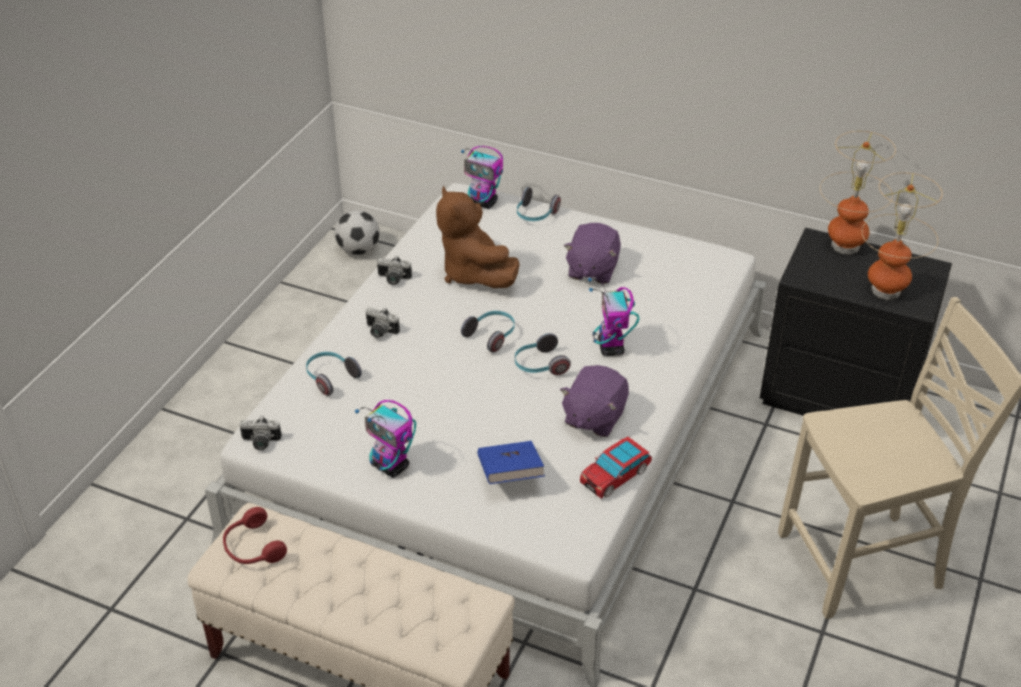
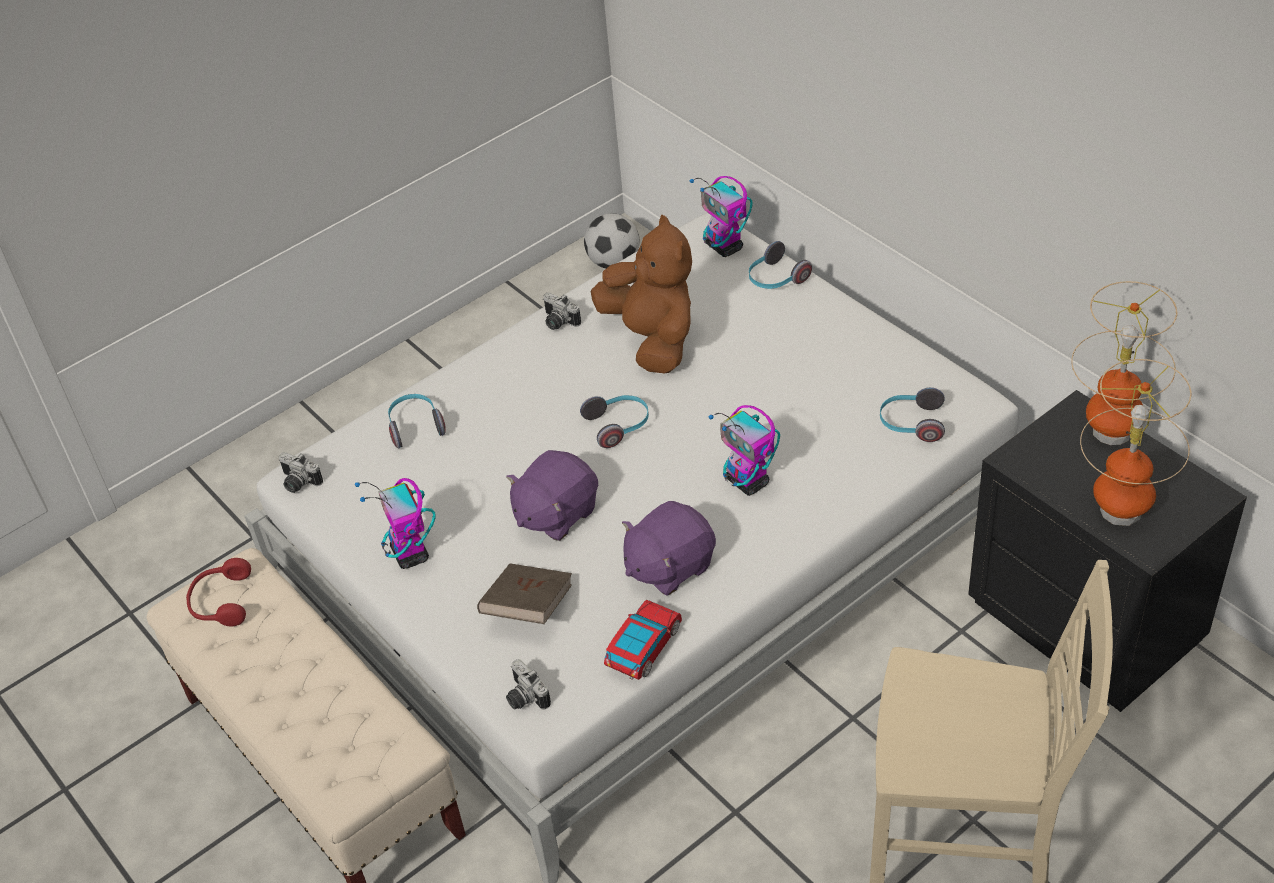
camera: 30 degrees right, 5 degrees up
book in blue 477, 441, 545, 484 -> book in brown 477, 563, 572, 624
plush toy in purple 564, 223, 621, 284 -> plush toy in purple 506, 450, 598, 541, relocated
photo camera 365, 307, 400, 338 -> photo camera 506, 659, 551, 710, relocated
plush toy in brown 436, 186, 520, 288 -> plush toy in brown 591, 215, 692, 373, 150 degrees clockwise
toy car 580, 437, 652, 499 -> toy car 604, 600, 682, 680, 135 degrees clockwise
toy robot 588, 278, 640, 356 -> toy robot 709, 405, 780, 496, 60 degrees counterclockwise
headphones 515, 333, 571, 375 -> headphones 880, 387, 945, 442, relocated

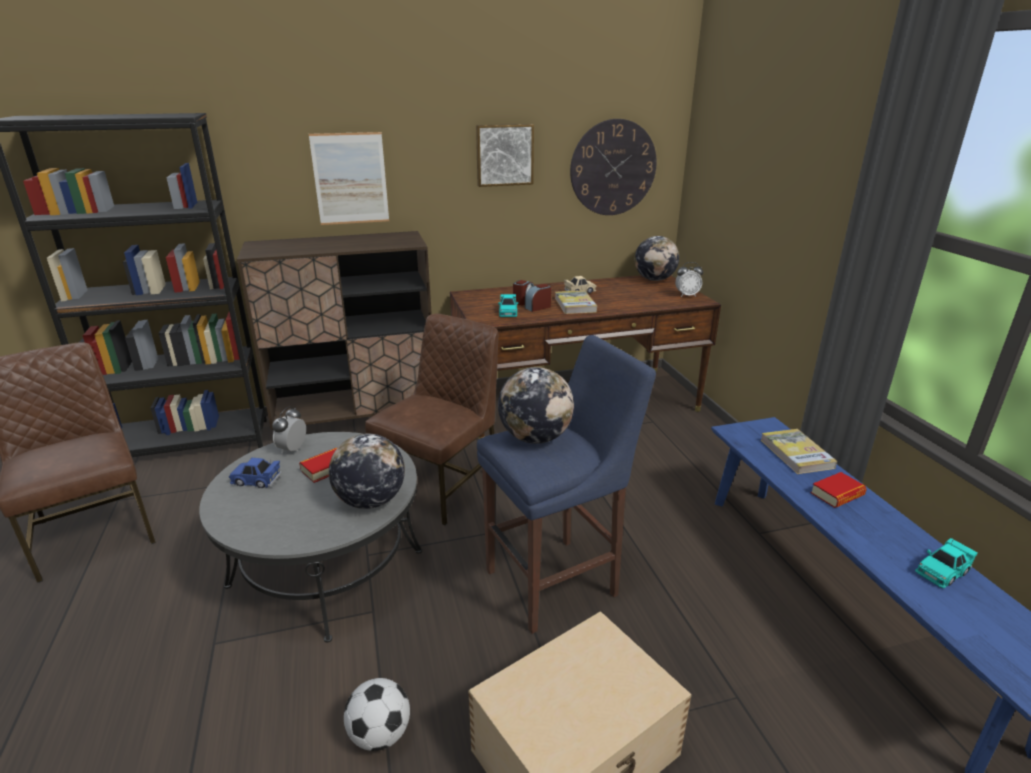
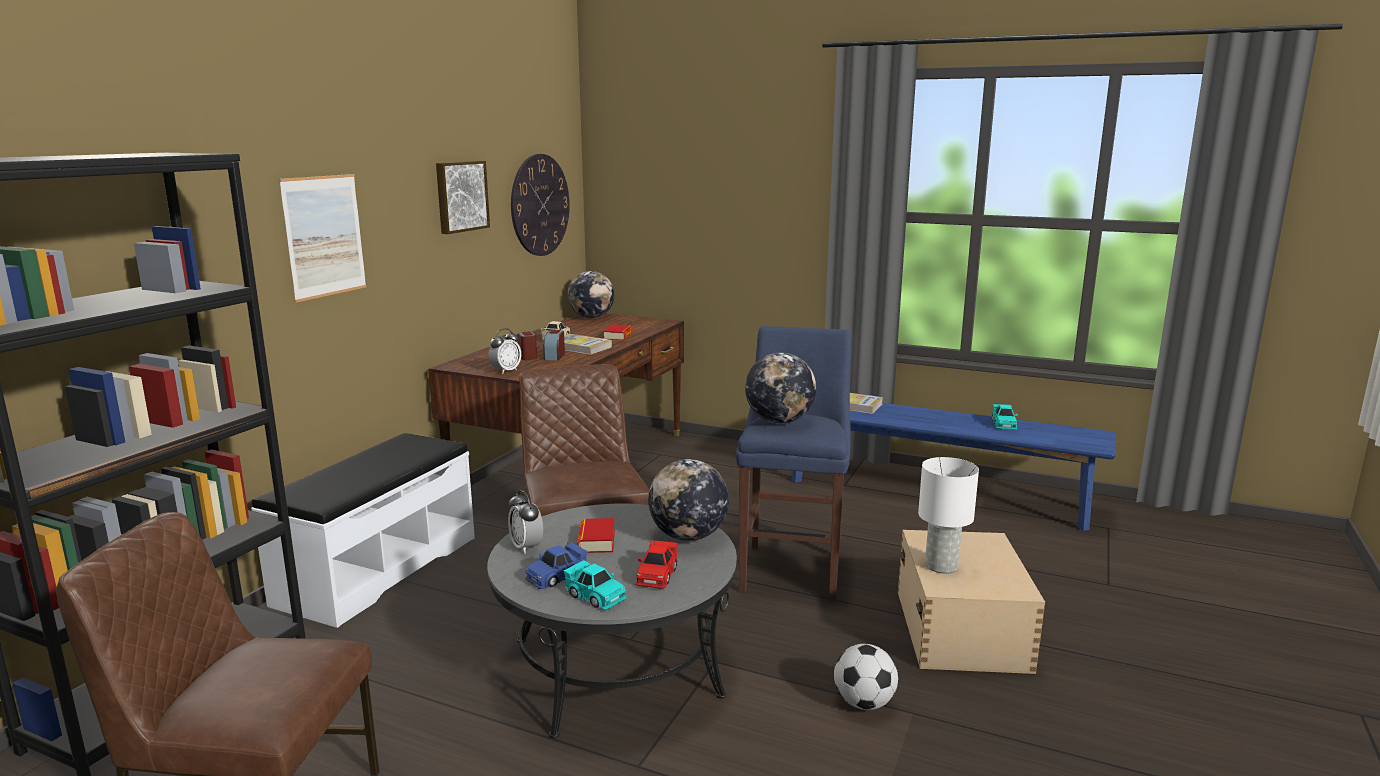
camera: 50 degrees left, 10 degrees down
cabinet in brown 237, 231, 432, 429 -> bench in white 251, 433, 475, 628
alarm clock 675, 262, 703, 297 -> alarm clock 488, 328, 521, 374, relocated
toy car in turquoise 498, 293, 518, 317 -> toy car in turquoise 564, 560, 627, 610, relocated
book 811, 472, 867, 508 -> book 603, 325, 633, 341, relocated
none -> toy car in red 635, 540, 677, 589
none -> table lamp in white 918, 457, 979, 574

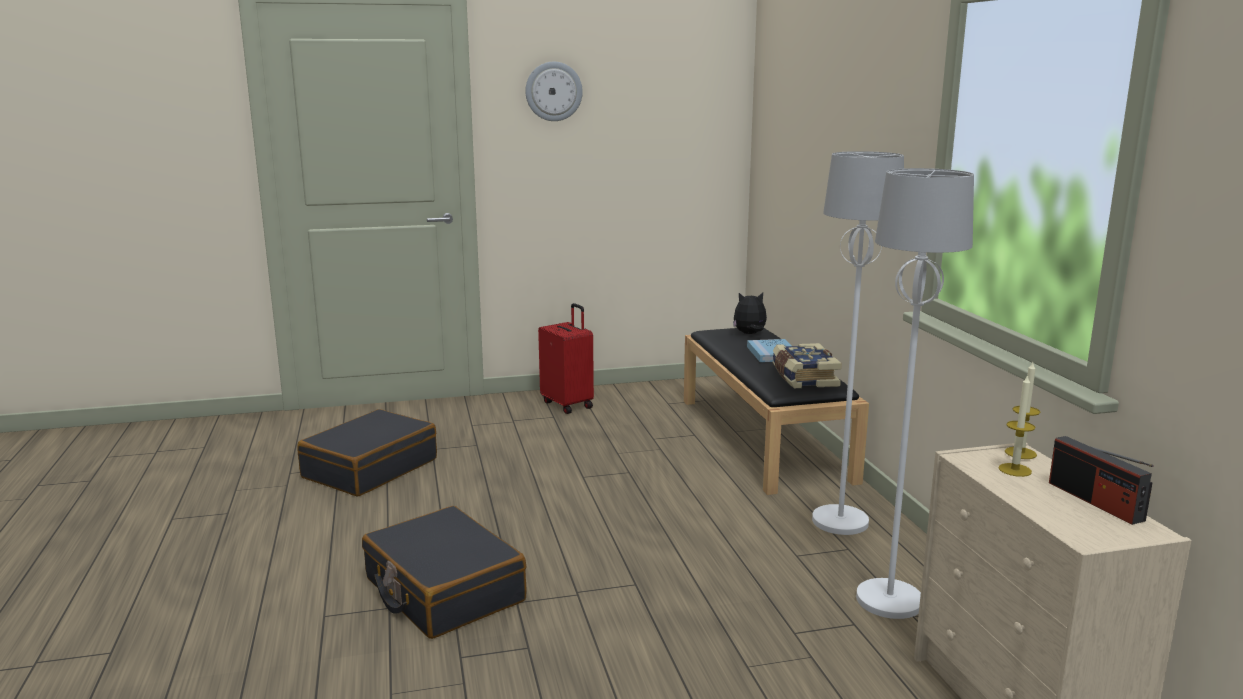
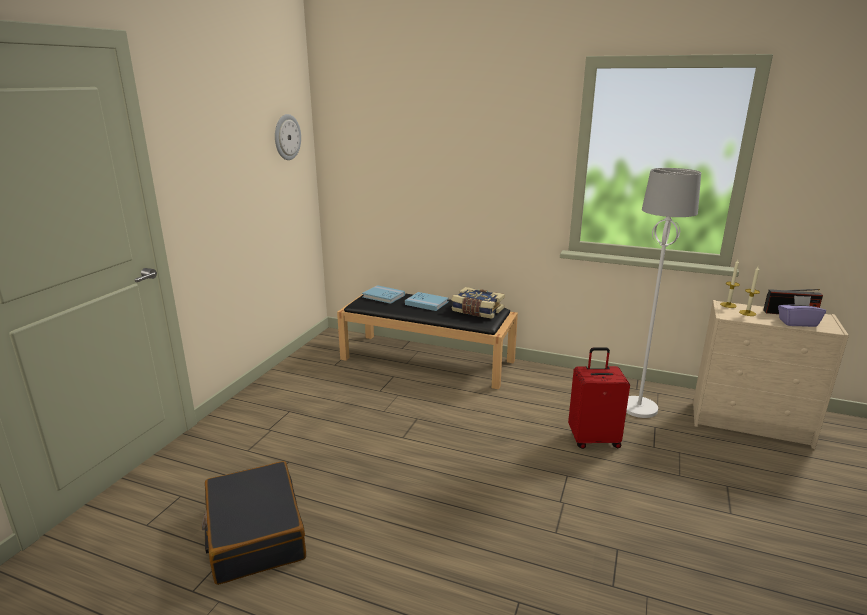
camera: 55 degrees left, 5 degrees up
wall clock 525, 62, 583, 121 -> wall clock 275, 114, 301, 160, relocated
plush toy 733, 293, 767, 334 -> book in blue 362, 285, 405, 304
suitcase in red 538, 303, 594, 414 -> suitcase in red 568, 347, 630, 449, relocated
none -> tissue box in purple 778, 296, 826, 327
suitcase in black 362, 506, 527, 639 -> none
floor lamp in white 812, 151, 904, 535 -> none

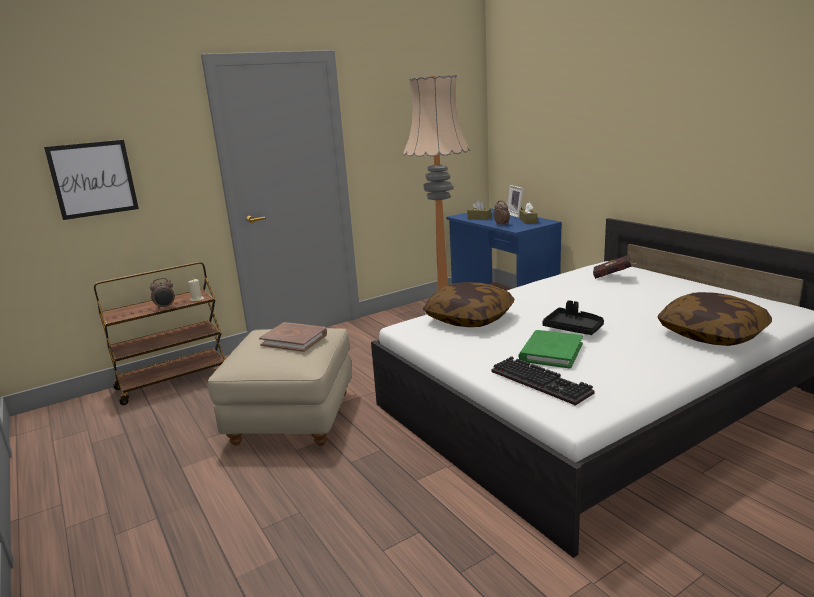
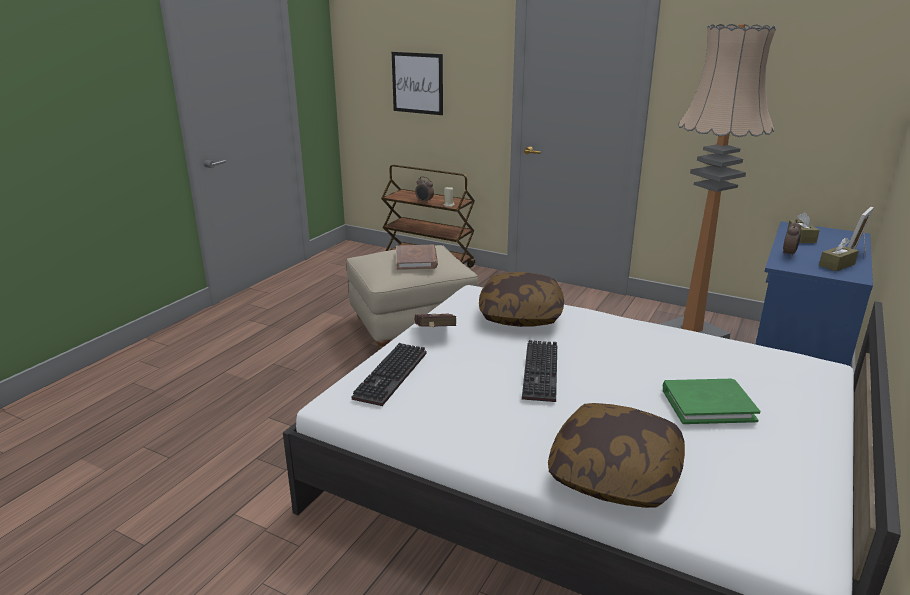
camera: 60 degrees right, 5 degrees up
book in red 593, 255, 639, 279 -> book in red 415, 314, 456, 327, relocated
tray in black 542, 300, 604, 335 -> keyboard 522, 340, 557, 402
book in green 518, 330, 583, 369 -> book in green 663, 379, 760, 424, relocated

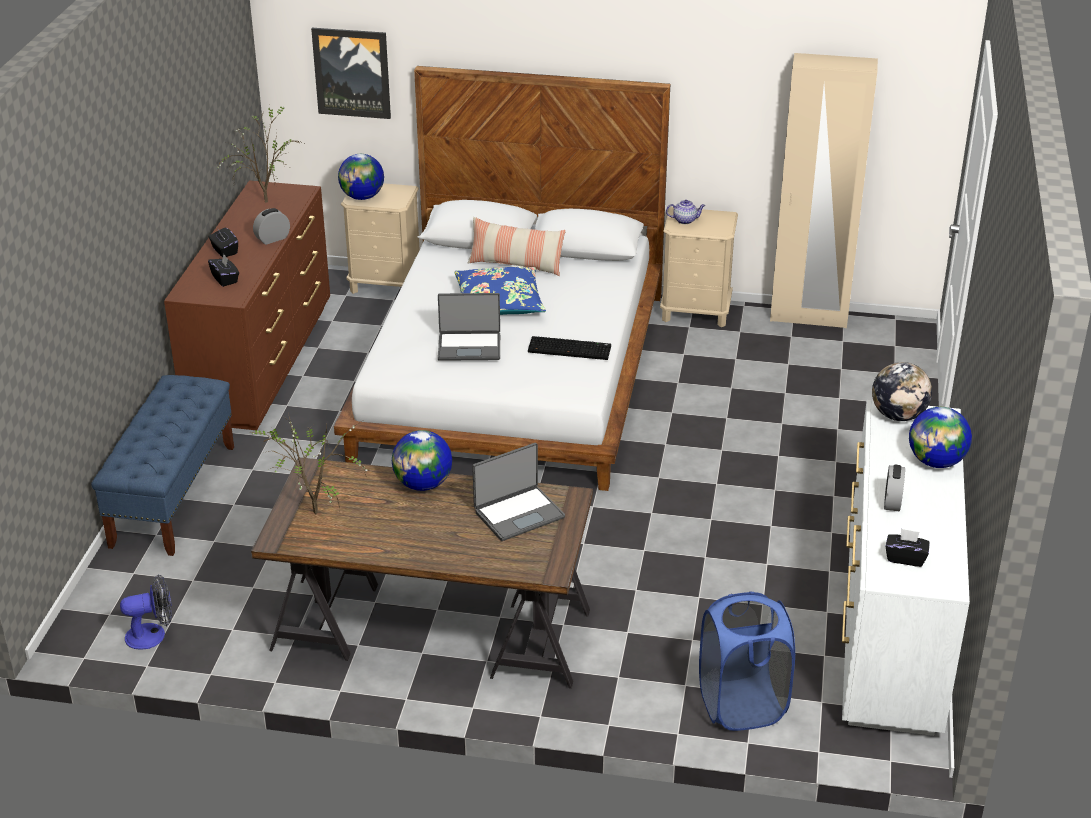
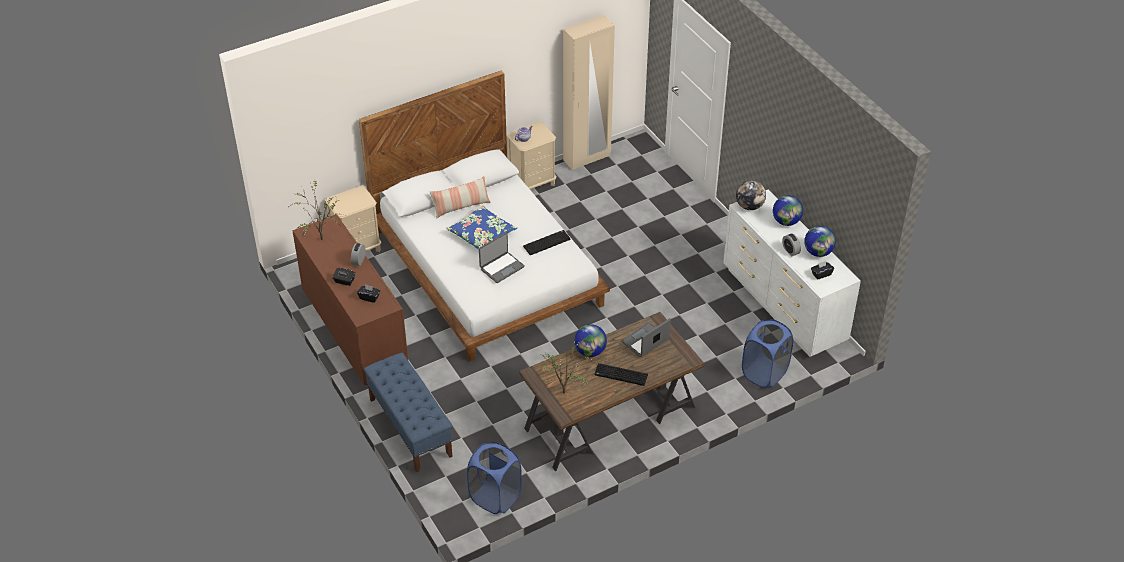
camera: 40 degrees left, 10 degrees up
fan 120, 574, 172, 650 -> laundry basket in blue 467, 442, 522, 514
none -> keyboard 594, 363, 648, 386
laptop 472, 443, 565, 541 -> laptop 622, 318, 671, 357, 150 degrees counterclockwise
globe 338, 154, 384, 200 -> globe 804, 226, 836, 257, relocated
picture 311, 28, 391, 119 -> none

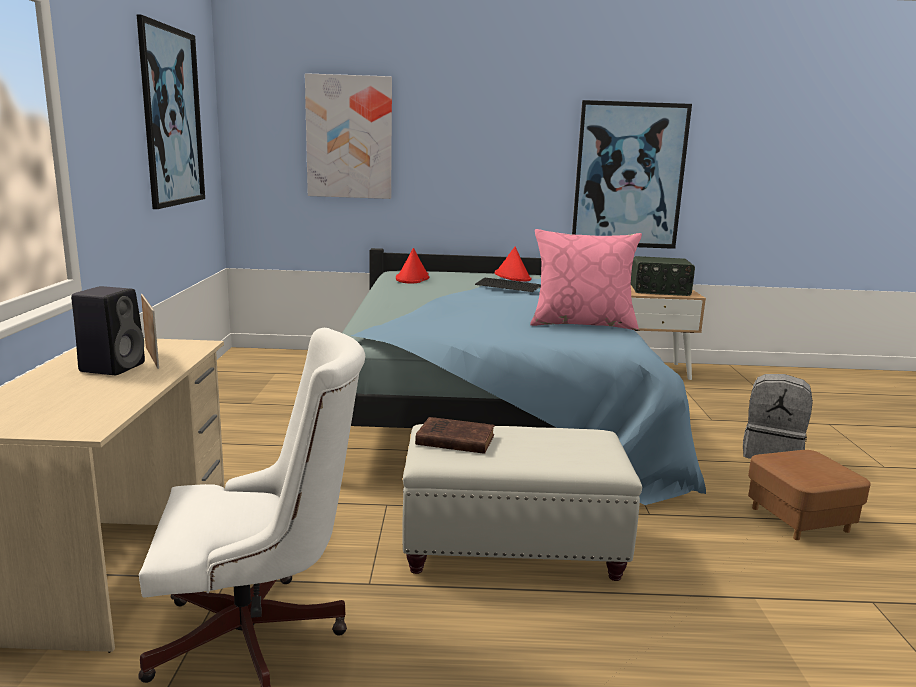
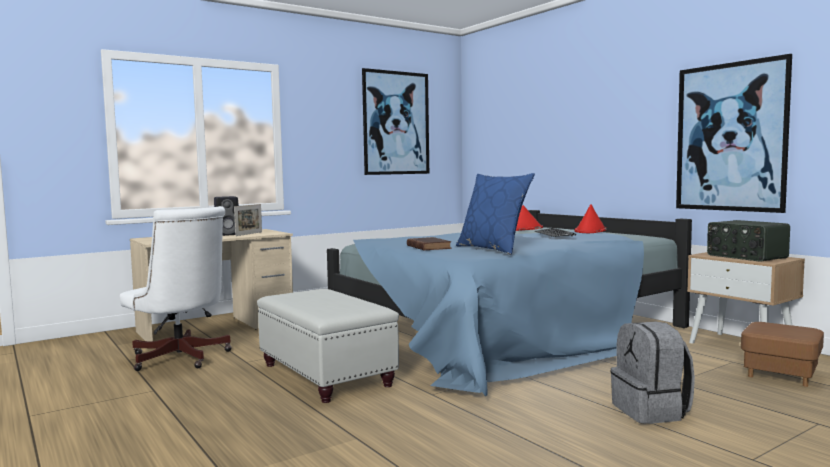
camera: 55 degrees right, 10 degrees down
book in brown 415, 417, 495, 454 -> book in brown 407, 237, 451, 251, relocated
pillow in pink 530, 229, 642, 331 -> pillow in blue 456, 173, 535, 255
ottoman in brown 748, 450, 870, 540 -> ottoman in brown 741, 322, 824, 387, relocated
picture 305, 73, 392, 199 -> none

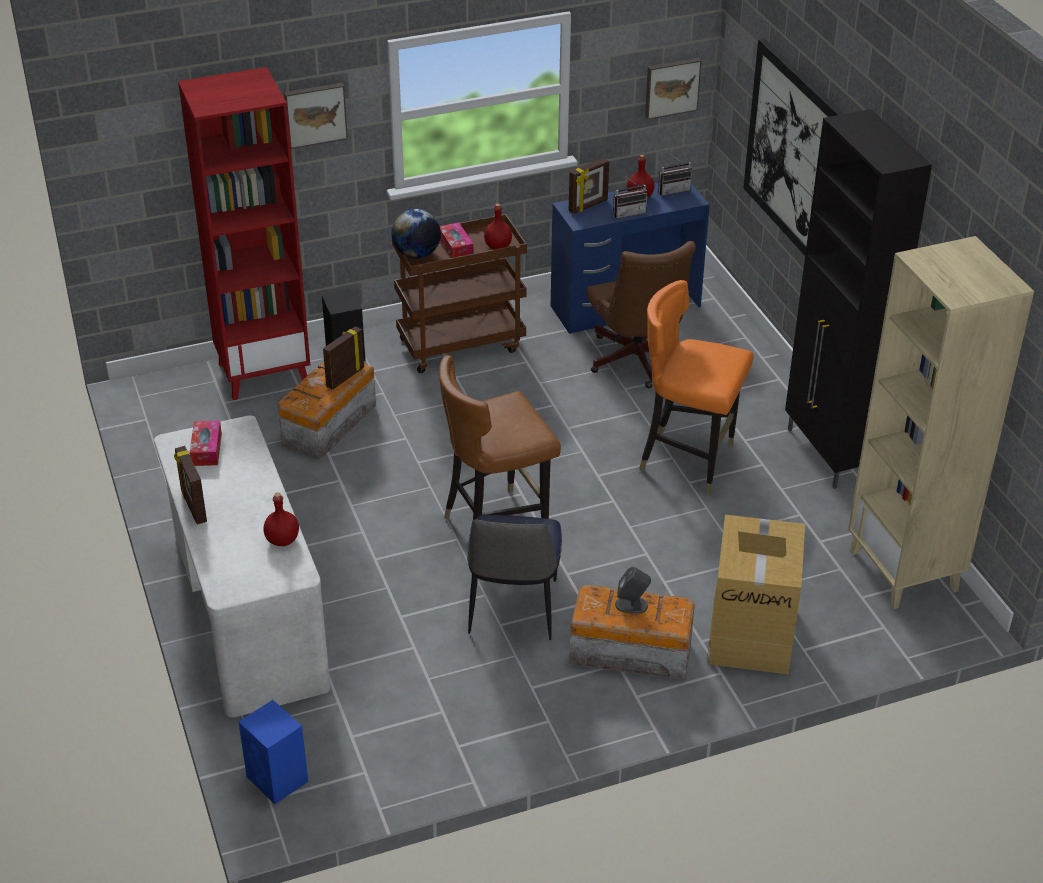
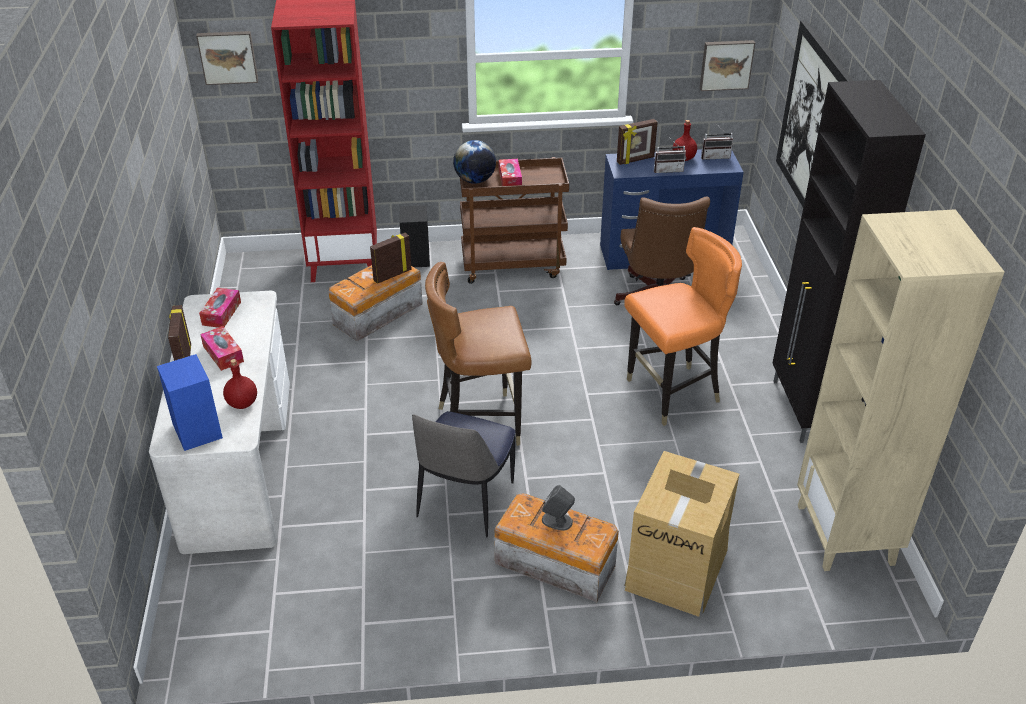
camera: 15 degrees right, 0 degrees up
speaker in blue 238, 700, 308, 804 -> speaker in blue 157, 354, 223, 451, relocated
picture 284, 83, 348, 149 -> picture 196, 31, 258, 85, relocated
none -> tissue box 200, 326, 244, 371
chair in orange 639, 280, 754, 494 -> chair in orange 624, 227, 742, 426, 120 degrees clockwise
bottle in red 484, 204, 512, 249 -> none

